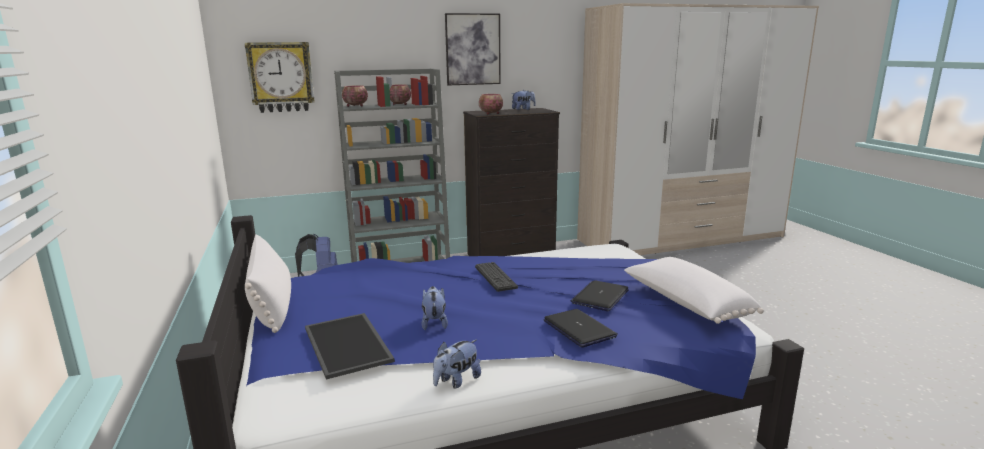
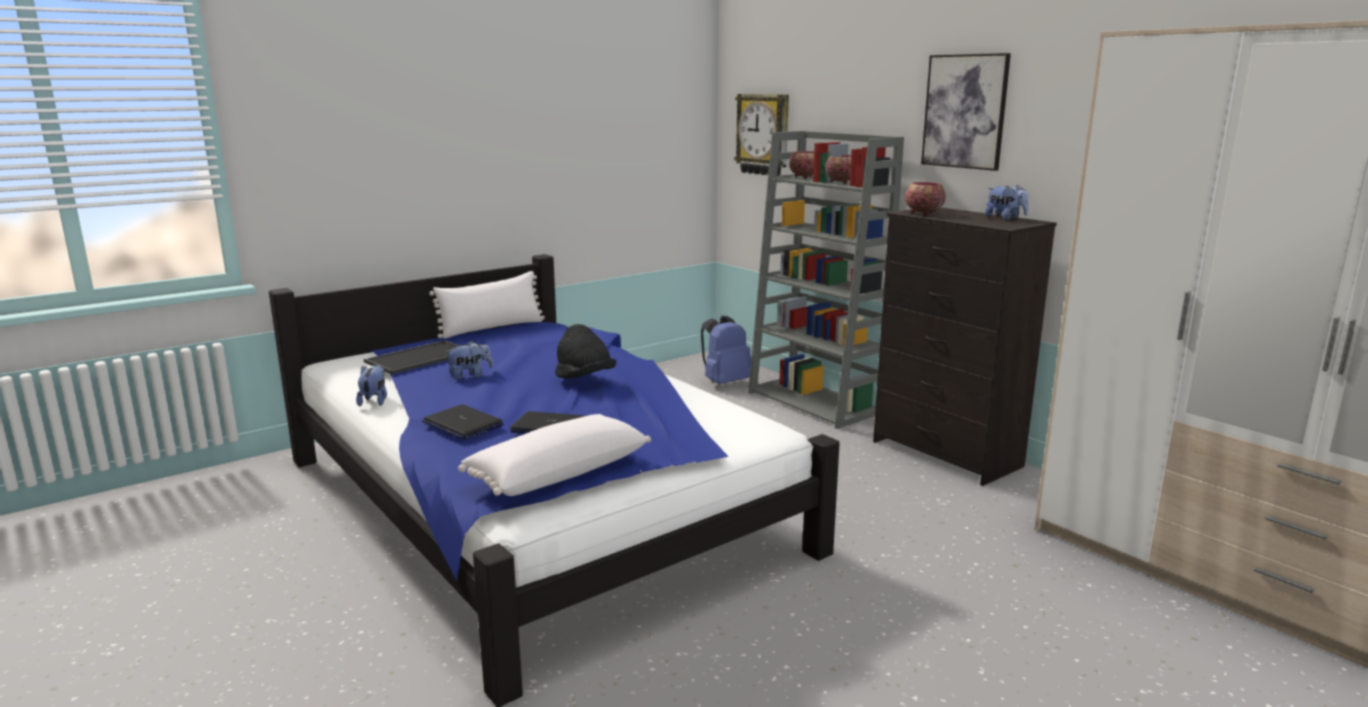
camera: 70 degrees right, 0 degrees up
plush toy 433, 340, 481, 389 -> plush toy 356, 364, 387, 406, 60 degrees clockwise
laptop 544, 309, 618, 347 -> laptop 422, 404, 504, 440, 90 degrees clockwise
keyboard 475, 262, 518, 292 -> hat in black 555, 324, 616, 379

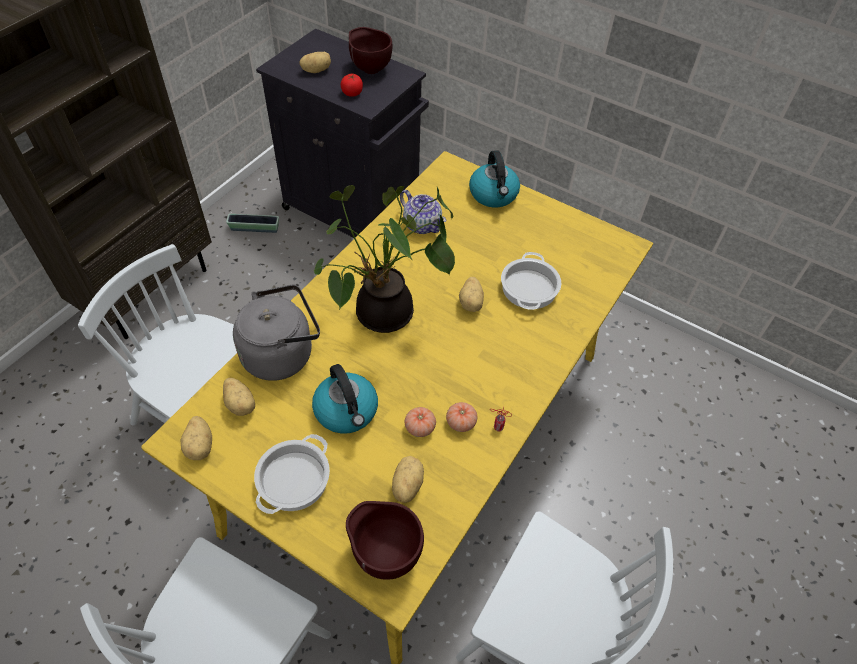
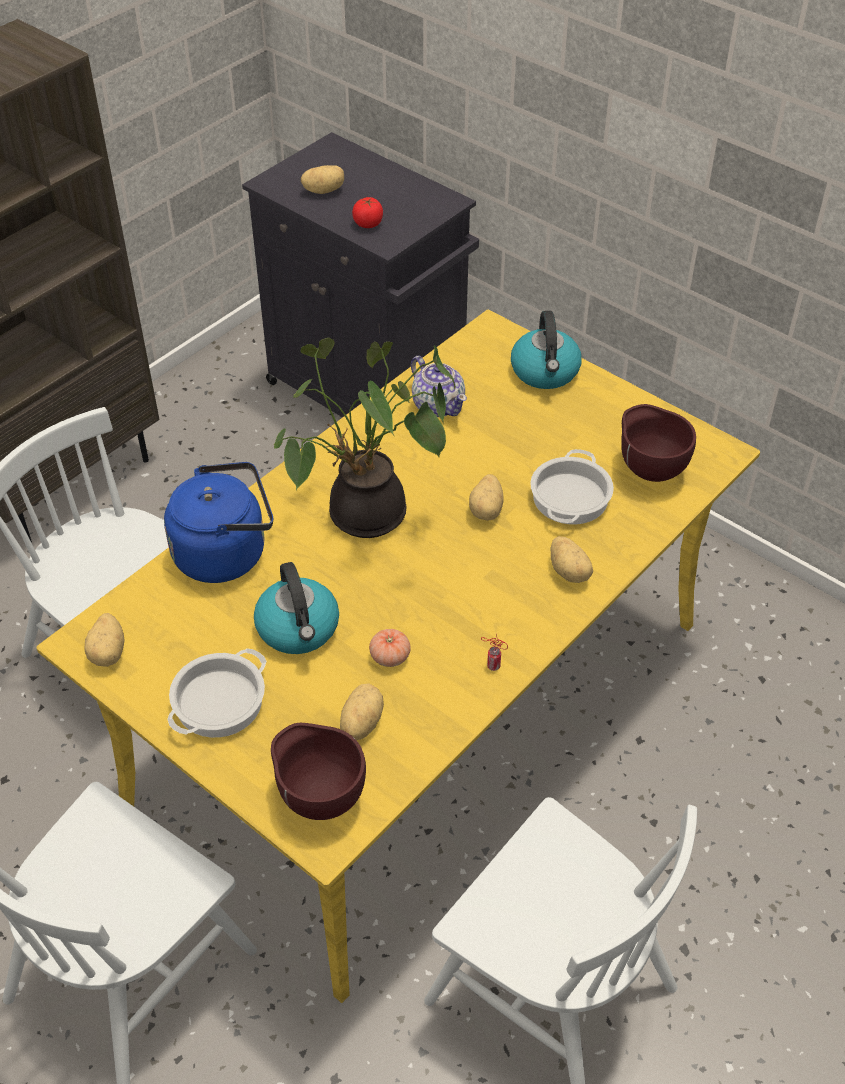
camera: 10 degrees right, 5 degrees down
kettle in grey 233, 284, 320, 381 -> kettle in blue 164, 462, 273, 583
potato 223, 378, 255, 416 -> potato 550, 536, 593, 583, relocated
bowl in brown 349, 27, 392, 74 -> bowl in brown 621, 404, 696, 482, relocated
planter 226, 214, 279, 233 -> none
tomato 446, 402, 478, 432 -> none

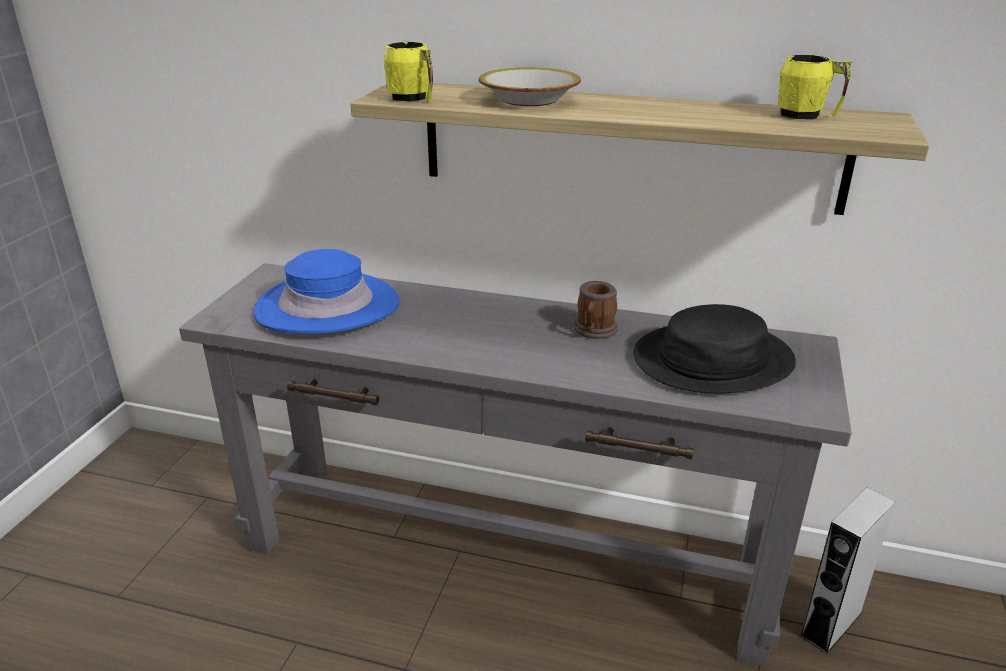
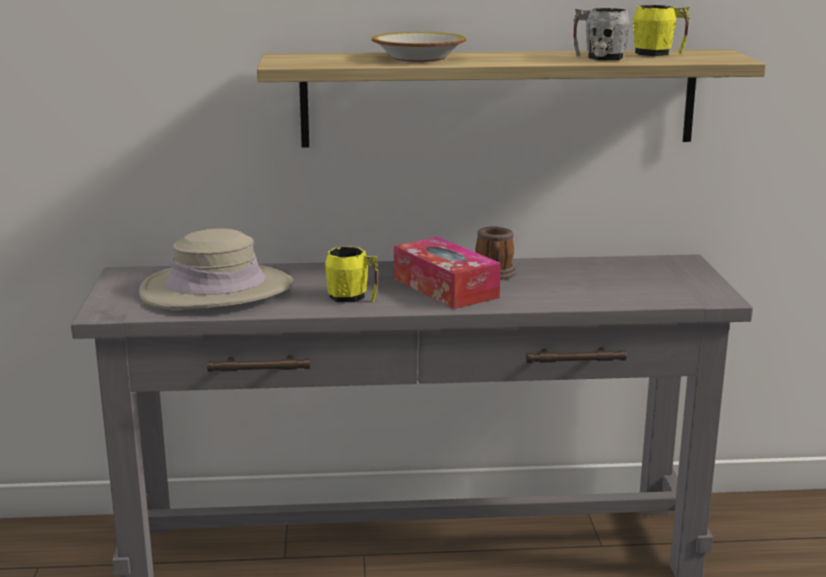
camera: 20 degrees left, 10 degrees down
hat in blue 254, 249, 400, 334 -> hat in beige 139, 229, 294, 310
mug in yellow 384, 42, 433, 103 -> mug in yellow 325, 247, 378, 302, relocated
none -> tissue box 394, 237, 501, 309
none -> mug in grey 573, 8, 630, 60
hat in black 633, 304, 796, 394 -> none
speaker in grey 800, 487, 896, 654 -> none

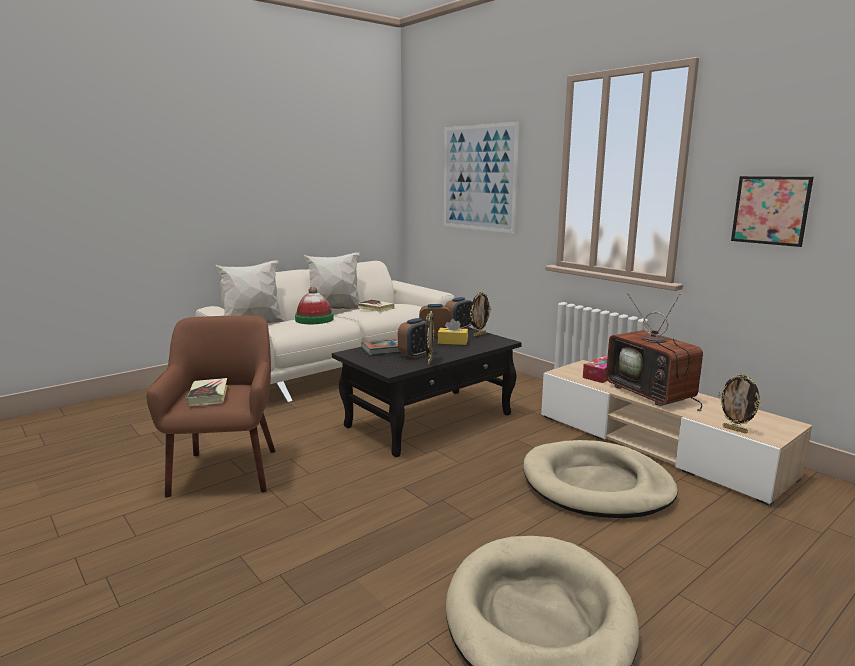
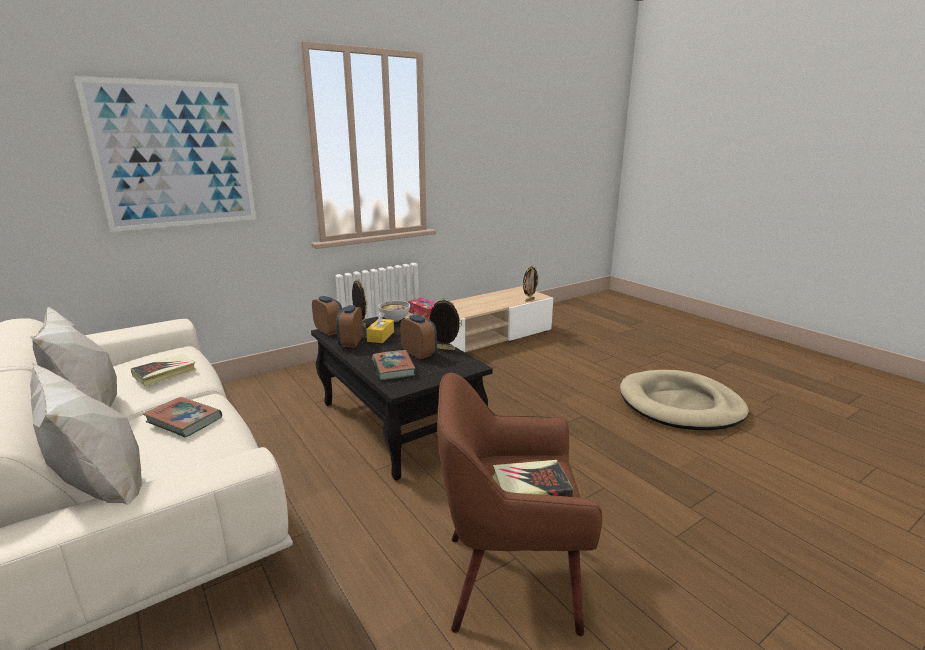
camera: 85 degrees left, 5 degrees up
hat 295, 286, 334, 324 -> book 143, 397, 222, 437
none -> bowl 379, 301, 410, 322
dog bed in beige 523, 440, 678, 518 -> none
television 606, 294, 703, 412 -> none
picture 731, 176, 814, 247 -> none

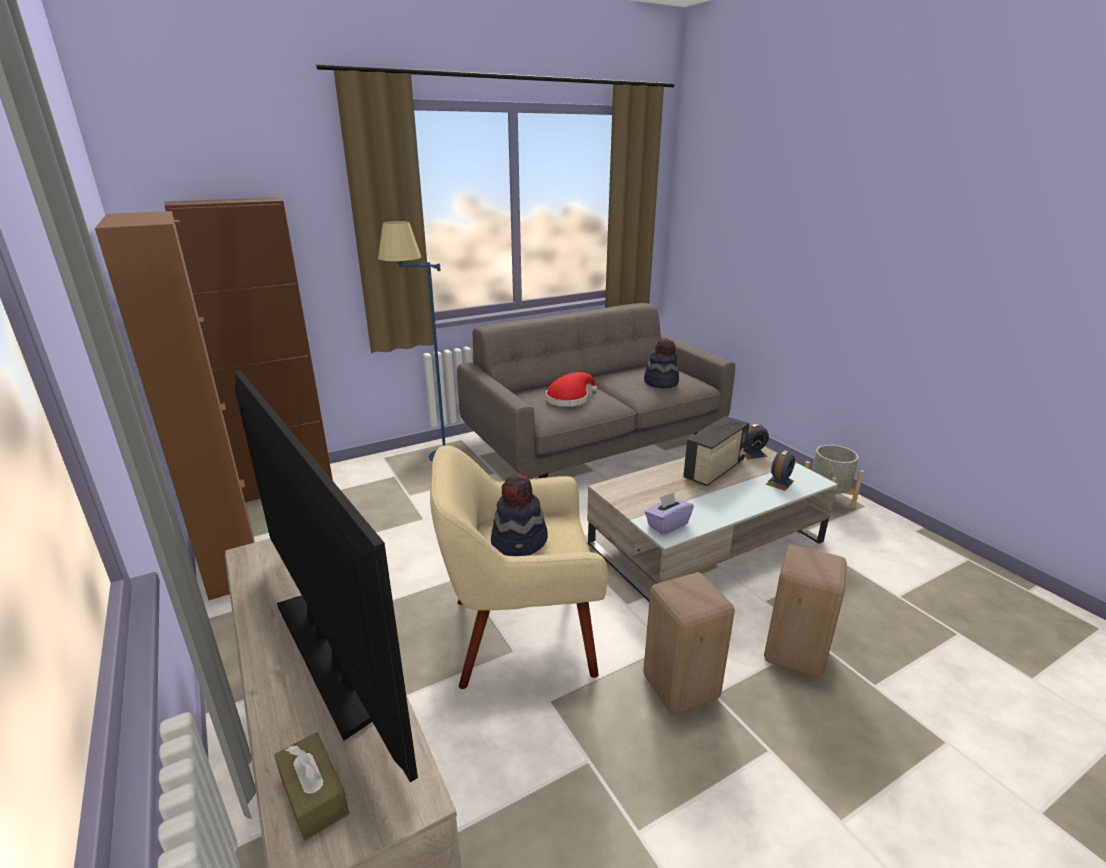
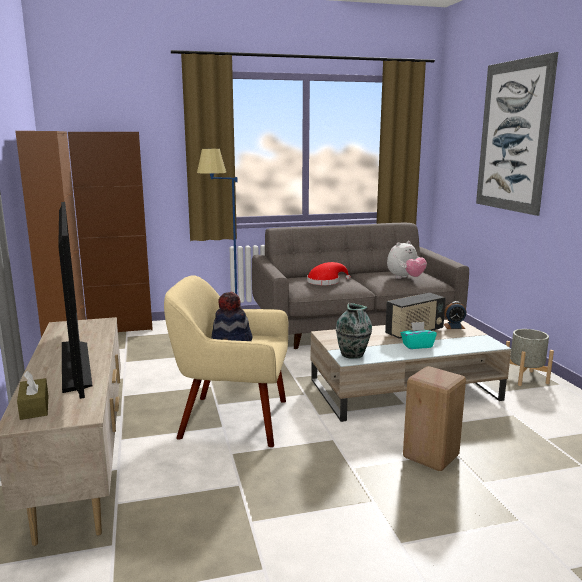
camera: 15 degrees right, 10 degrees down
tissue box in purple 645, 492, 694, 535 -> vase 335, 303, 372, 359
hat 644, 338, 679, 388 -> plush toy 387, 241, 427, 279
none -> tissue box in turquoise 401, 322, 437, 349
none -> picture 476, 52, 558, 216
stool in beige 643, 572, 735, 715 -> none
alarm clock 766, 450, 795, 491 -> none

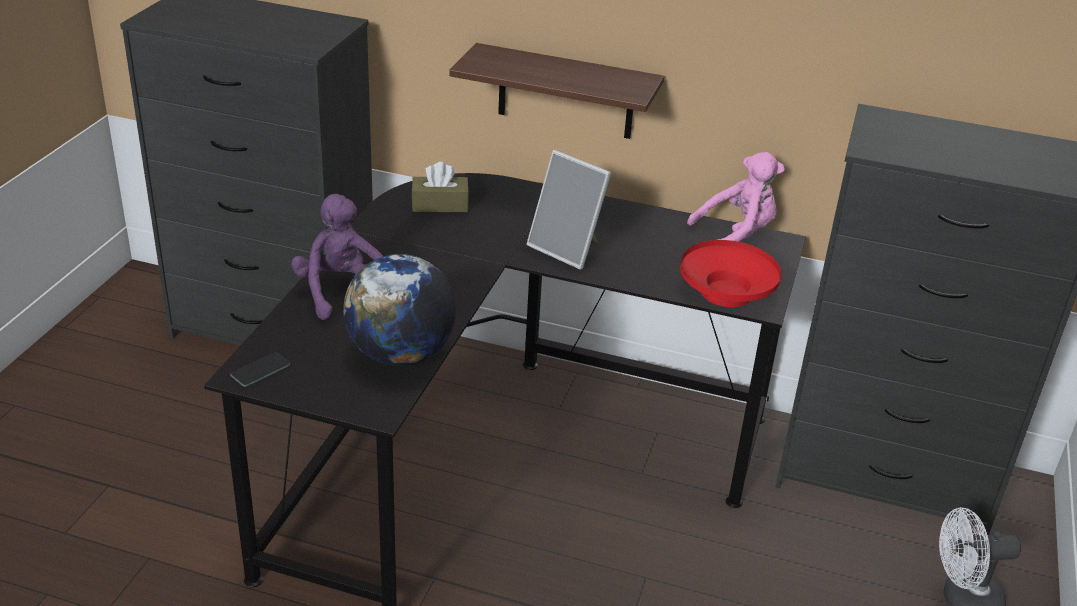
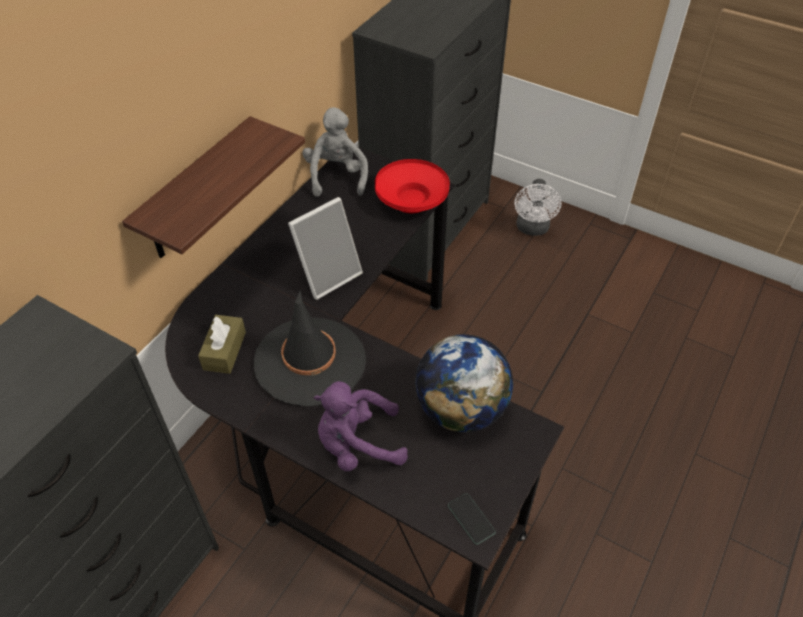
camera: 75 degrees left, 15 degrees up
none -> hat in black 254, 291, 366, 407
plush toy in pink 687, 152, 785, 242 -> plush toy in grey 303, 107, 368, 197

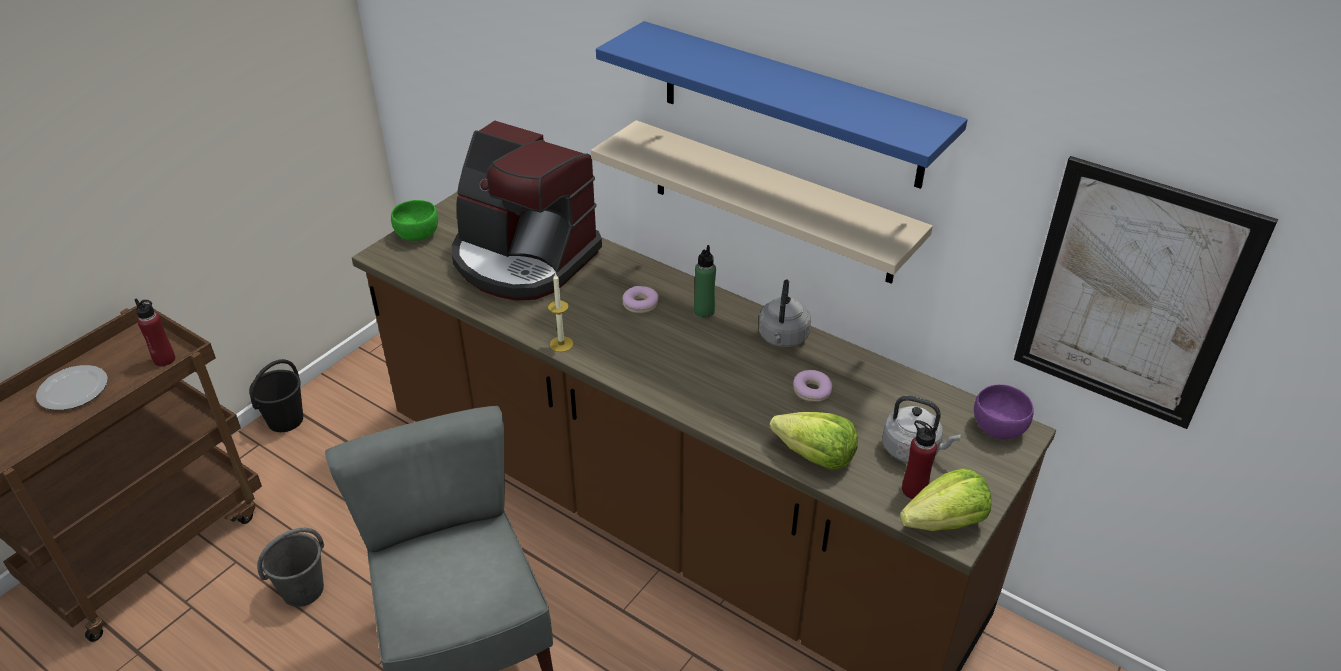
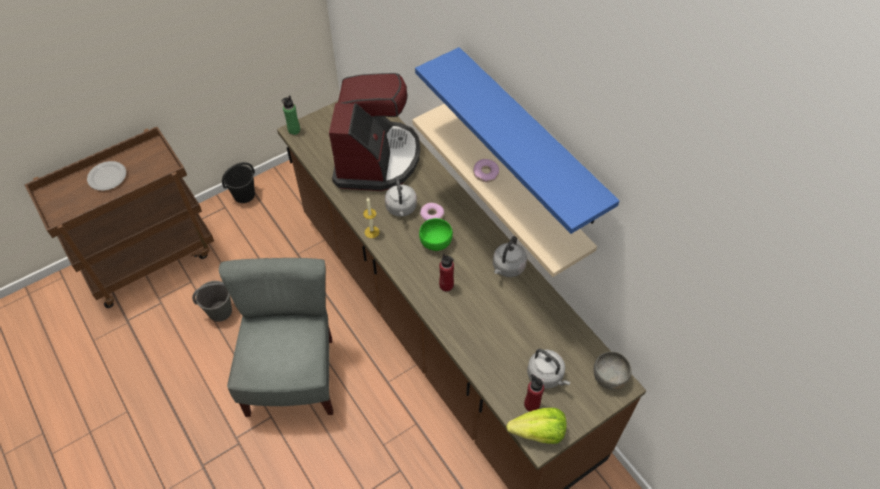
camera: 20 degrees right, 15 degrees up
bottle in green 694, 245, 716, 318 -> bottle in green 282, 95, 300, 135, relocated
coffee machine 452, 120, 602, 300 -> coffee machine 329, 73, 420, 191, 135 degrees counterclockwise
none -> kettle in grey 385, 176, 417, 217
bowl in green 391, 200, 438, 241 -> bowl in green 419, 218, 453, 251, relocated
bottle in red 135, 299, 175, 367 -> bottle in red 439, 253, 454, 291, relocated
donut 793, 370, 832, 402 -> donut 474, 159, 499, 182, relocated
bowl in purple 974, 384, 1034, 439 -> bowl in grey 594, 351, 632, 390
lettuce 769, 412, 858, 470 -> none
picture 1014, 156, 1278, 429 -> none

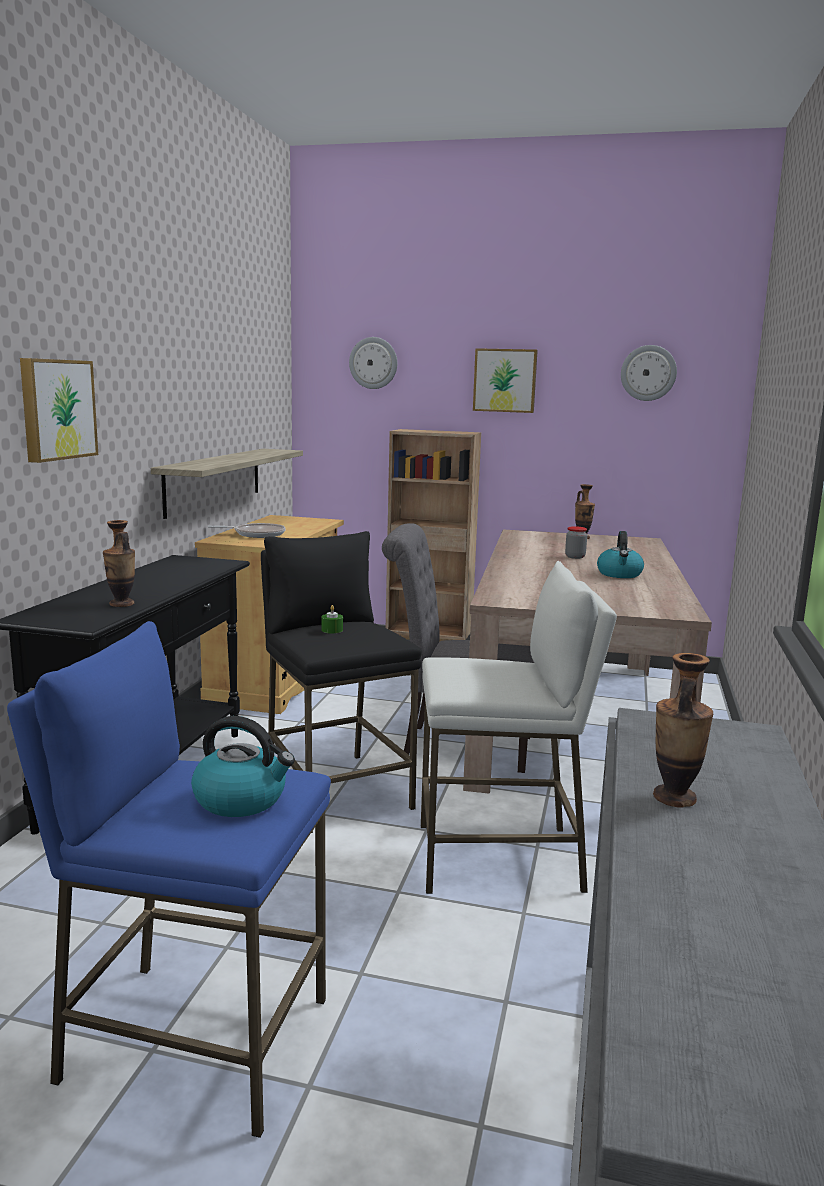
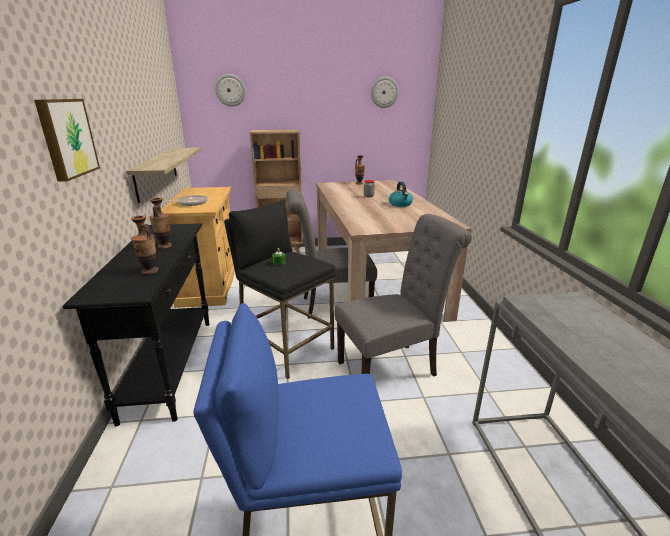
camera: 20 degrees left, 10 degrees up
vase 653, 653, 713, 808 -> vase 149, 198, 172, 249, relocated
stool in white 421, 561, 617, 894 -> chair in grey 334, 214, 472, 376
kettle 191, 716, 295, 817 -> none
picture 473, 348, 538, 413 -> none

